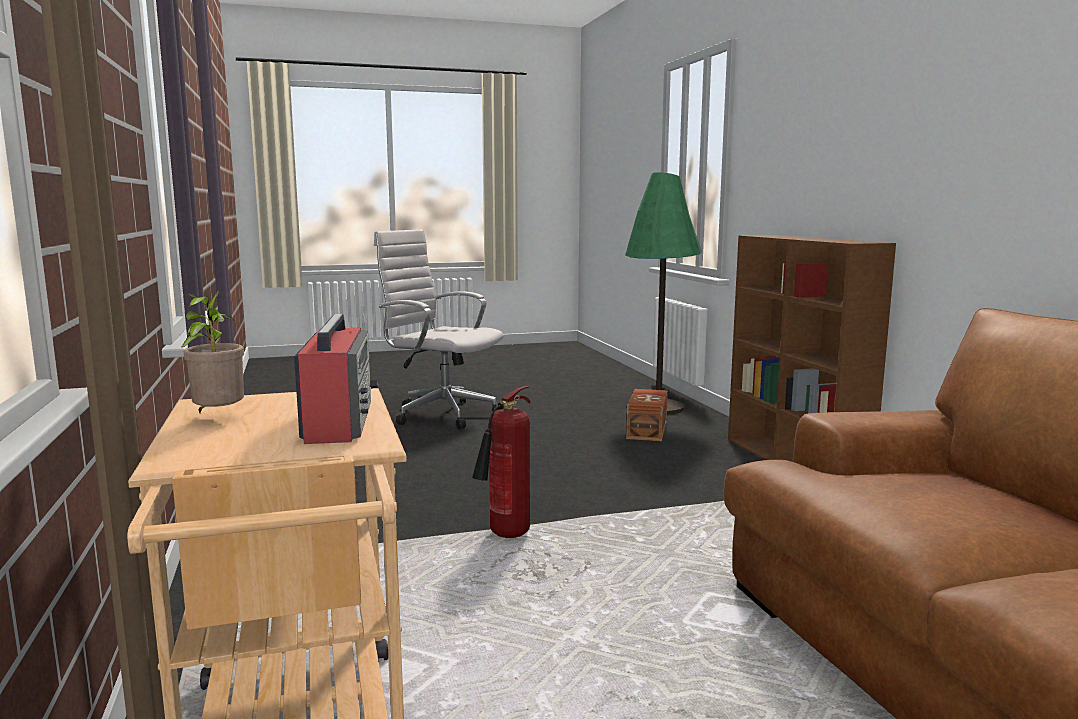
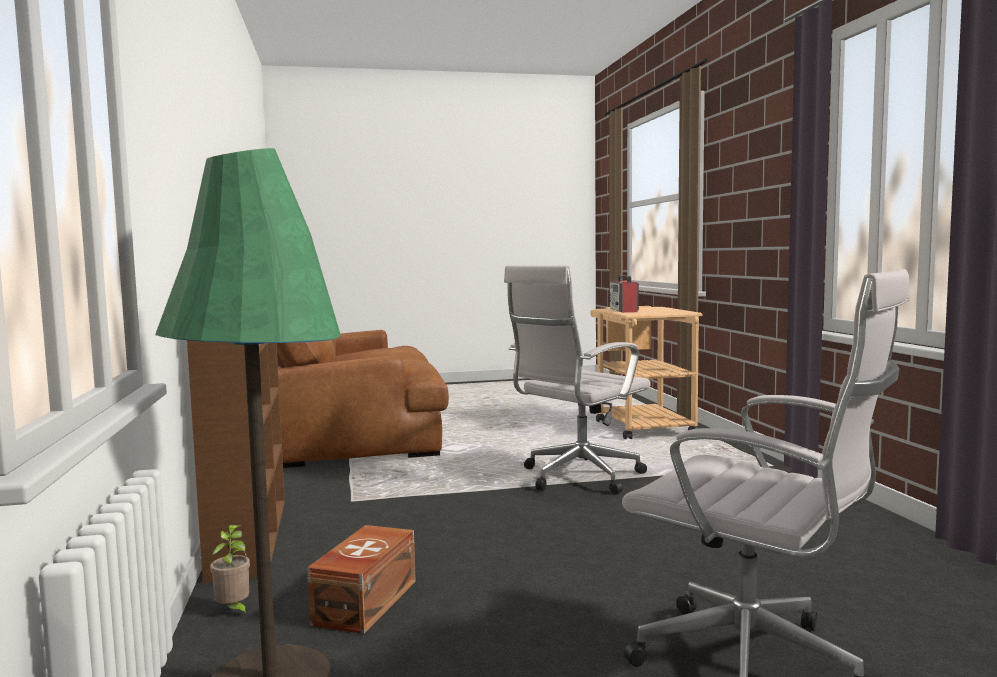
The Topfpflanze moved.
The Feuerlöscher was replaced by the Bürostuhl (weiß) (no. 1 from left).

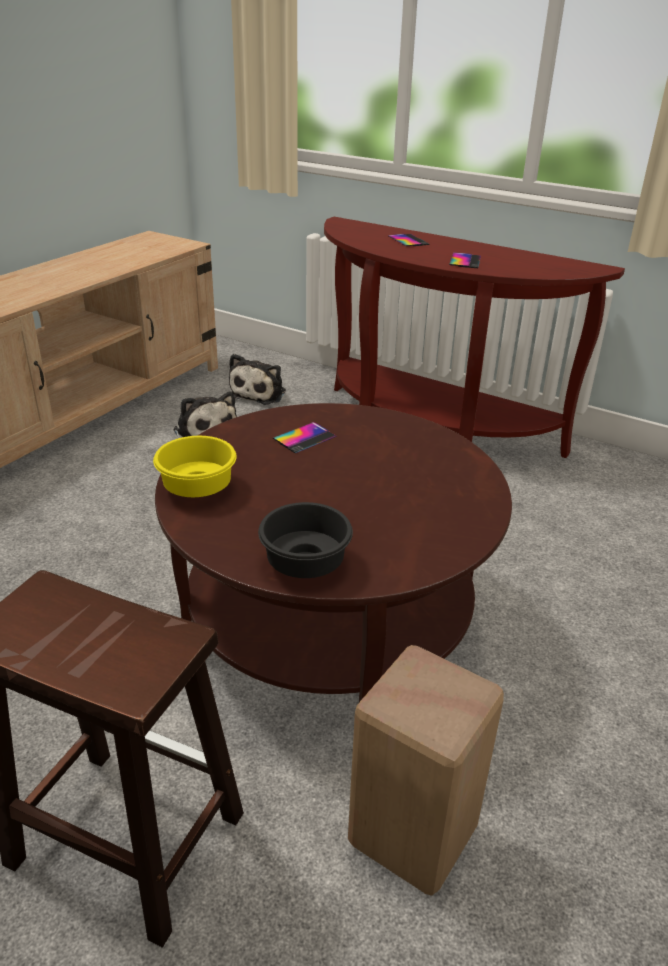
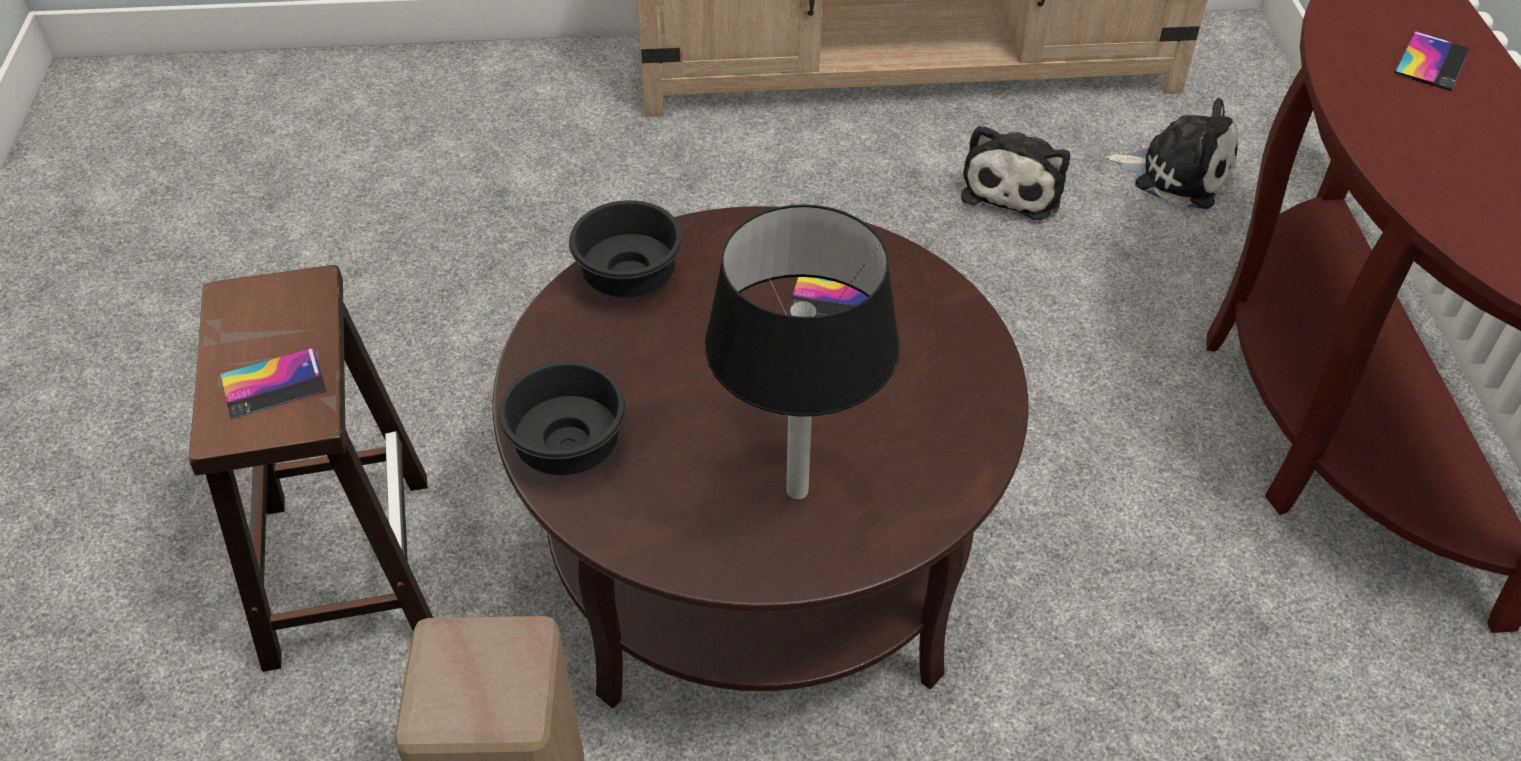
The Handy (no. 3 from left in the first image) moved.
The Plüschtier (no. 2 from left) turned 135 degrees counterclockwise.
The Schüssel (gelb) became the Schüssel (schwarz) (no. 2 from left).
The Tischlampe (schwarz) appeared.

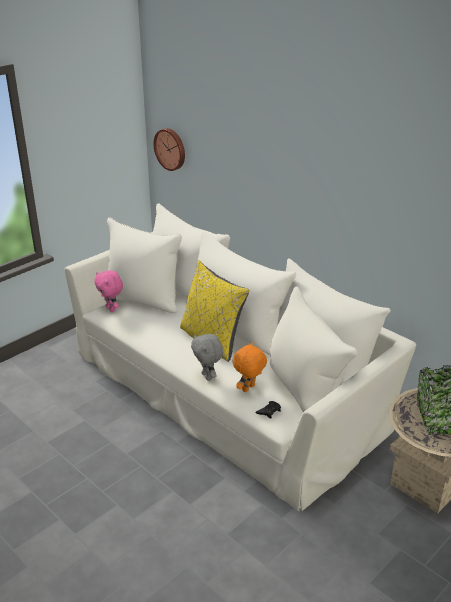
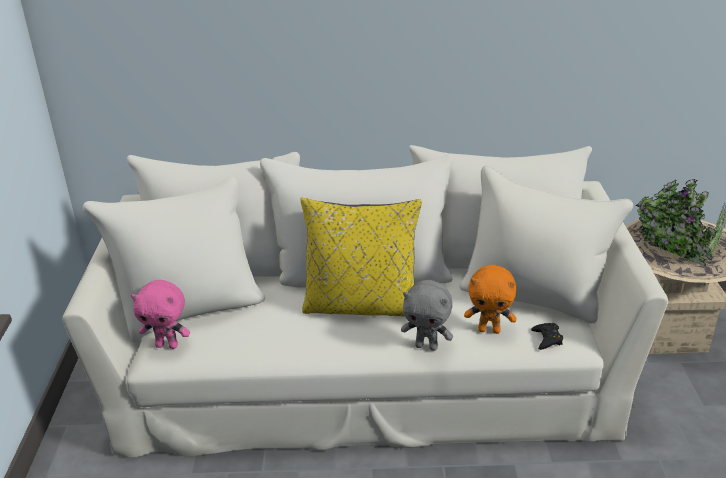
The Wanduhr disappeared.
The Plüschtier (orange) turned 75 degrees counterclockwise.

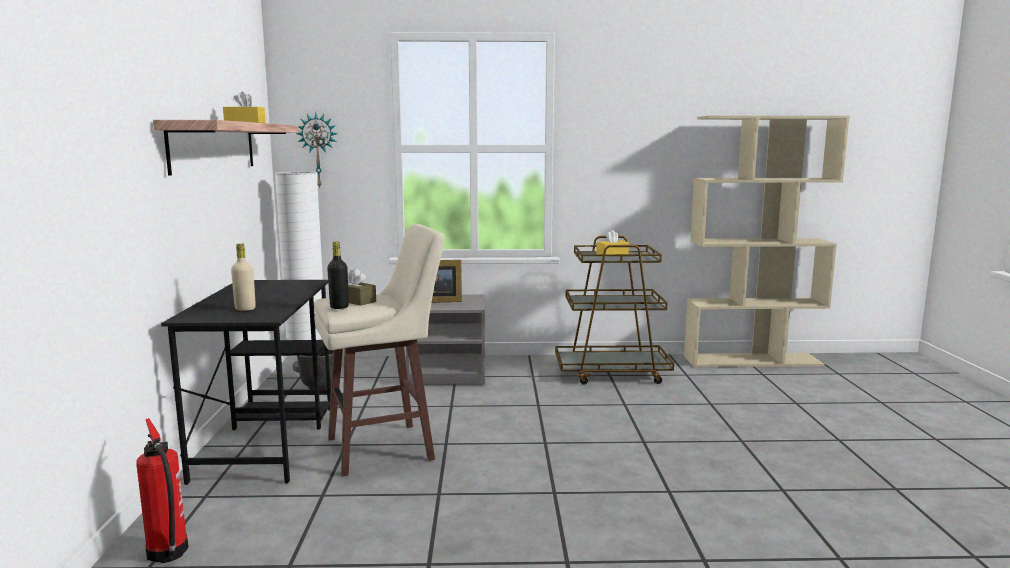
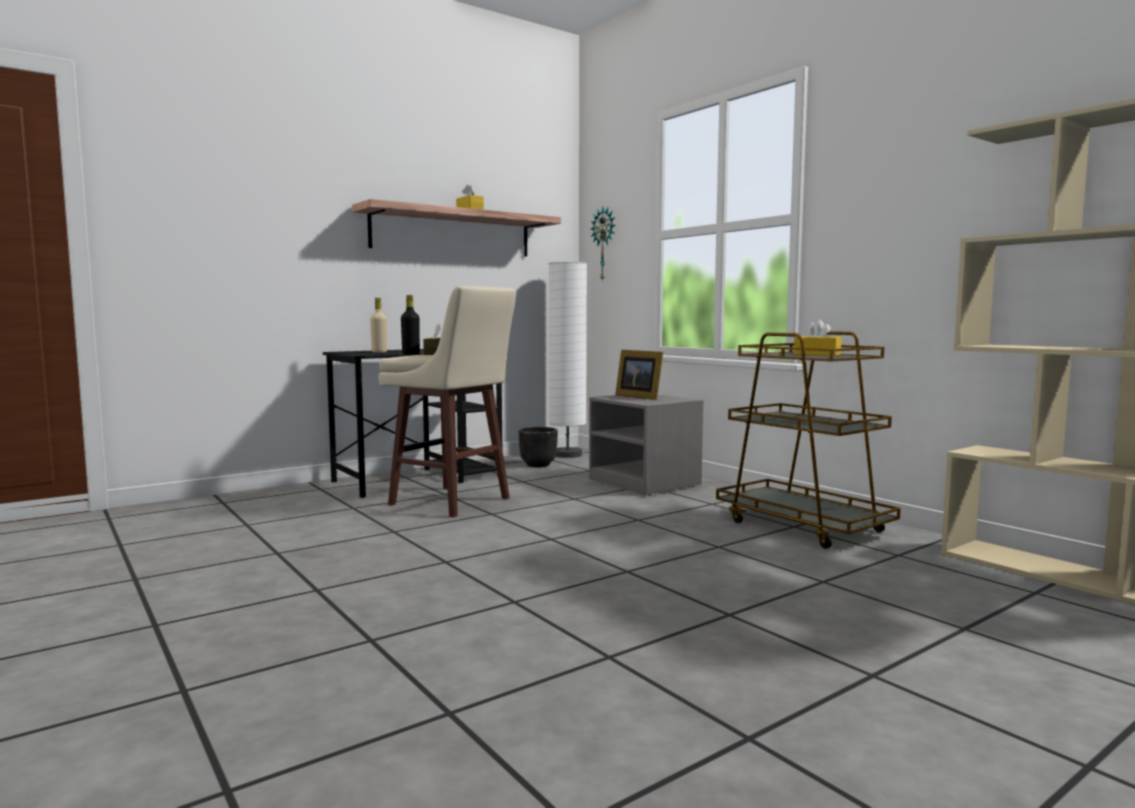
The Feuerlöscher disappeared.

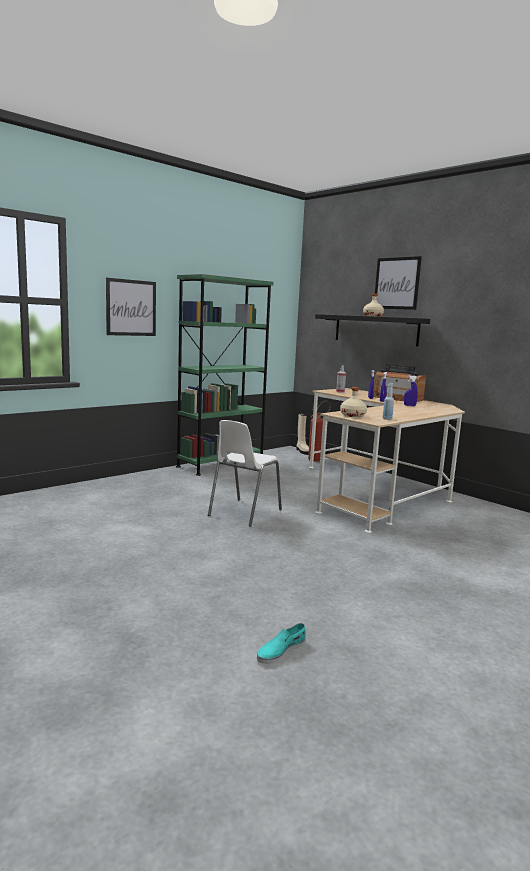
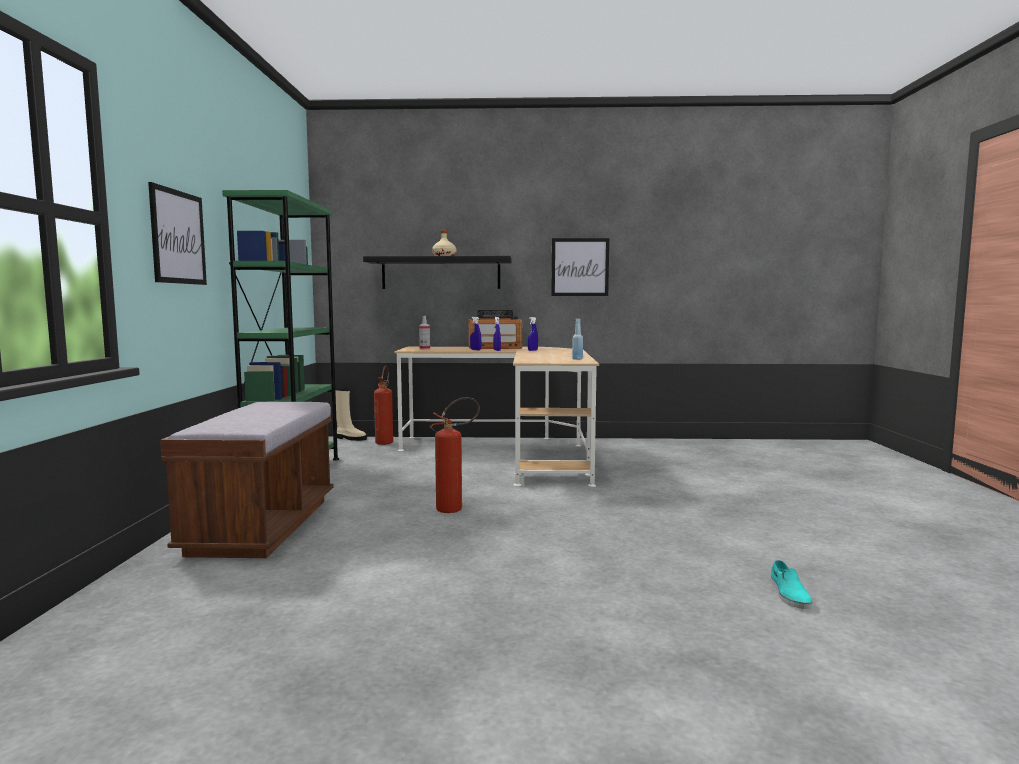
The Bild (no. 2 from left) moved.
The Flasche (beige) (no. 1 from left) disappeared.
The Stuhl (weiß) was replaced by the Feuerlöscher (no. 2 from left).
The Bank (braun) appeared.

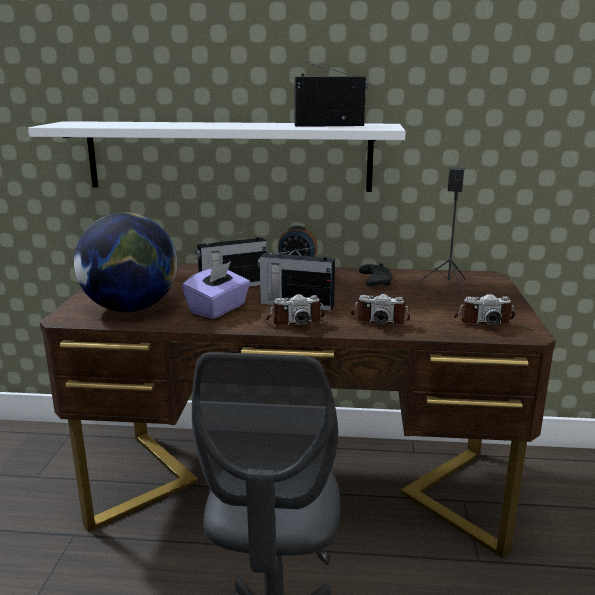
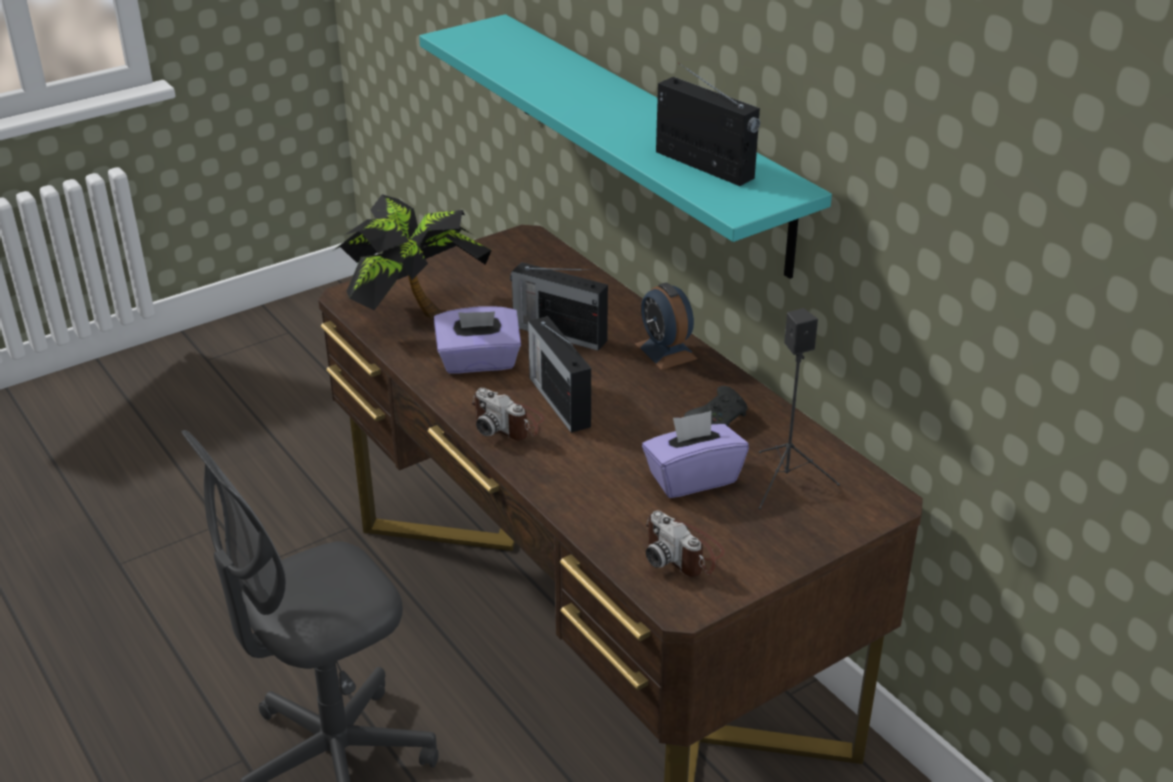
The Wandregal (weiß) became the Wandregal (türkis).
The Globus was replaced by the Topfpflanze.
The Kamera (no. 2 from left) disappeared.
The Taschentuchbox (lila) (no. 2 from left) appeared.

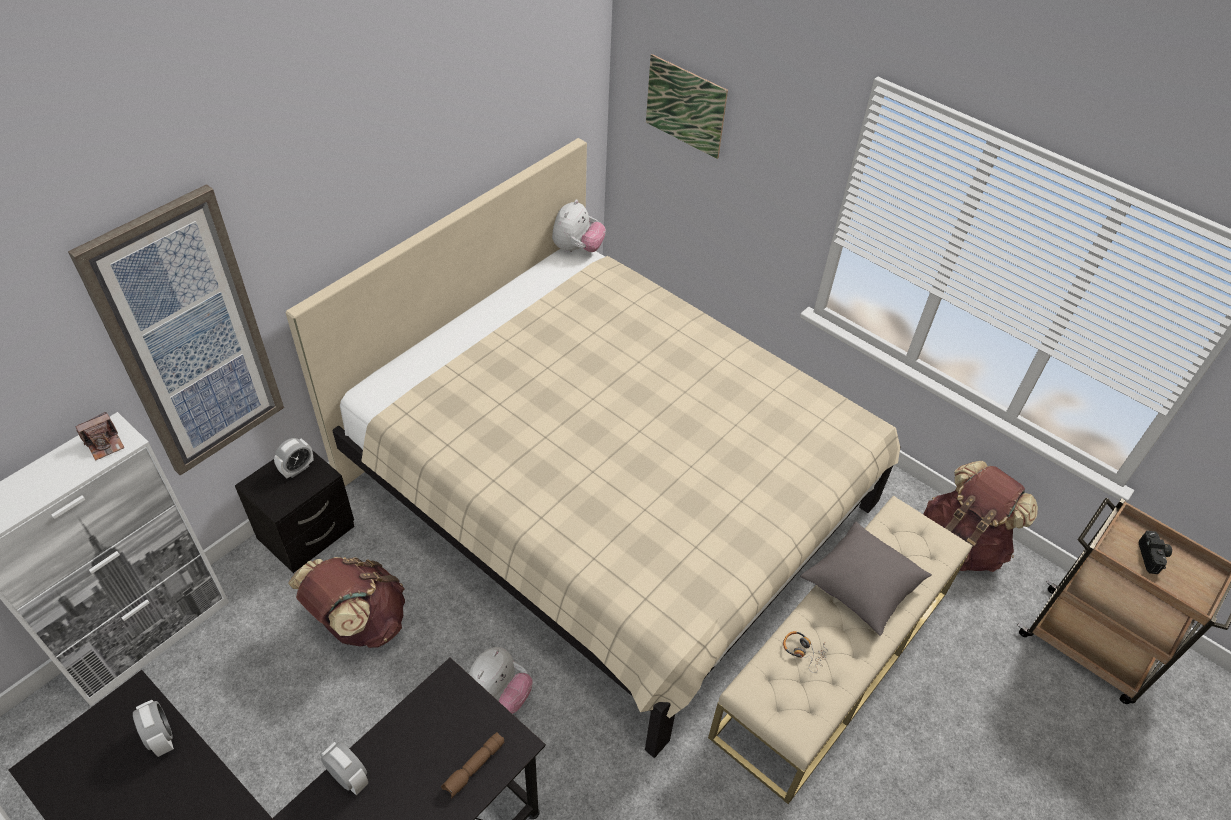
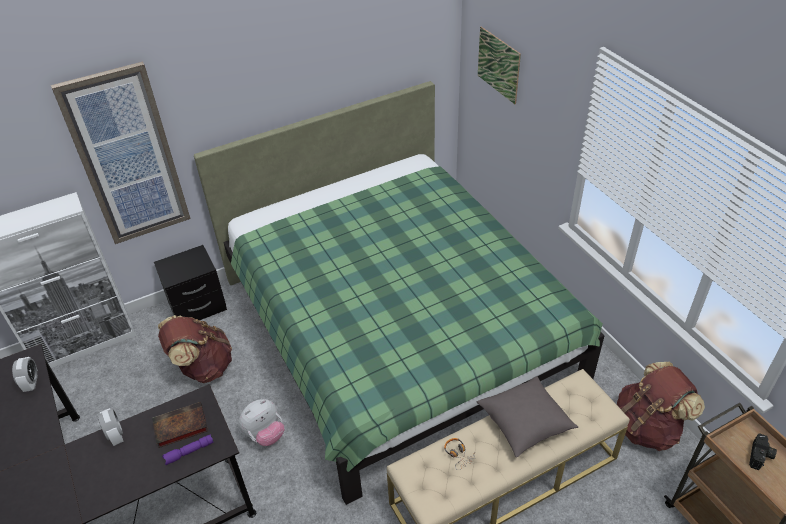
The Bett (beige) became the Bett (grün).
The Plüschtier (no. 2 from left) disappeared.
The Kamera (no. 1 from left) disappeared.
The Wecker (no. 2 from left) disappeared.
The Taschenlampe (braun) became the Taschenlampe (lila).
The Buch appeared.

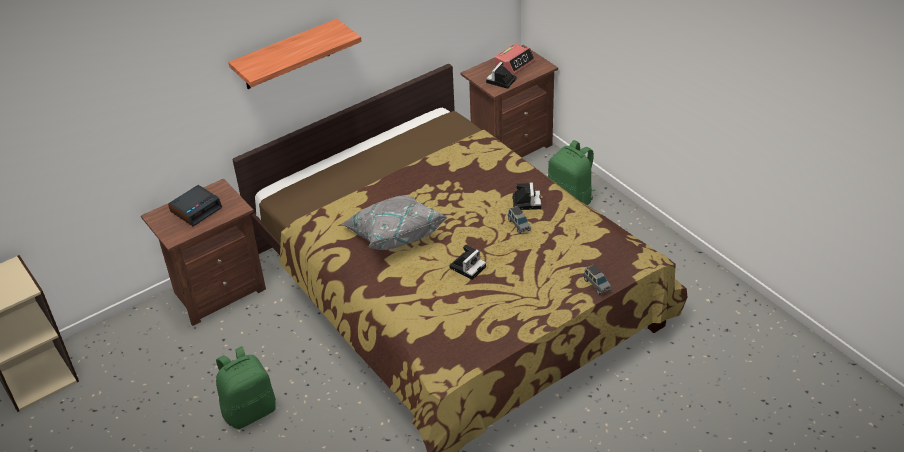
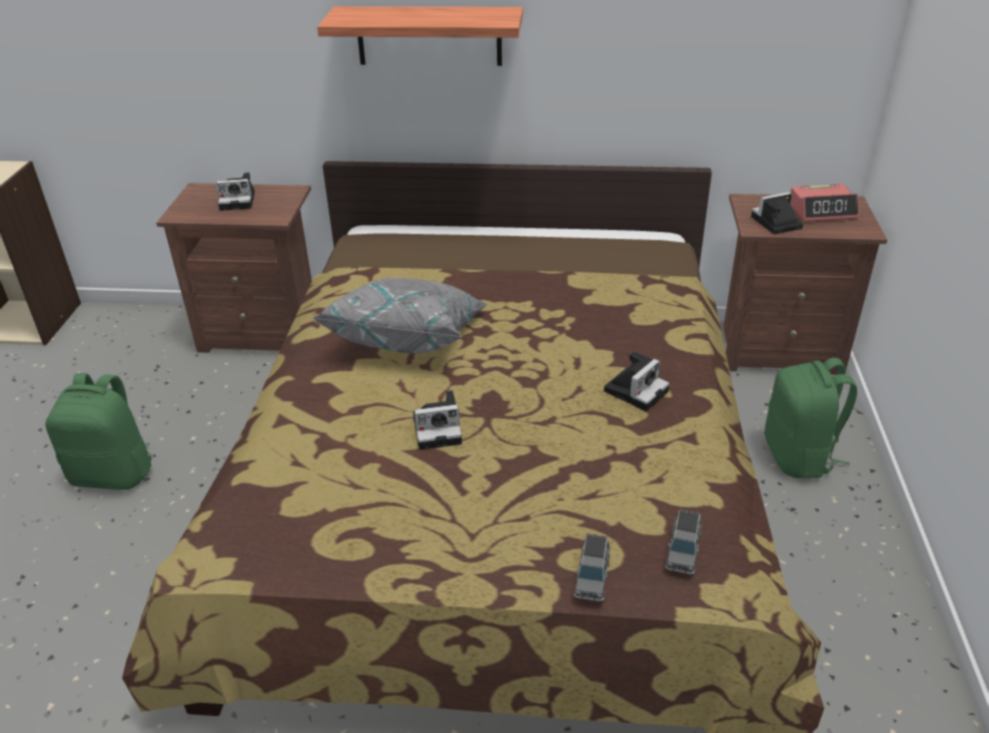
The Wecker (no. 1 from left) was replaced by the Kamera (no. 1 from left).
The Spielzeugauto (grau) (no. 1 from left in the first image) moved.

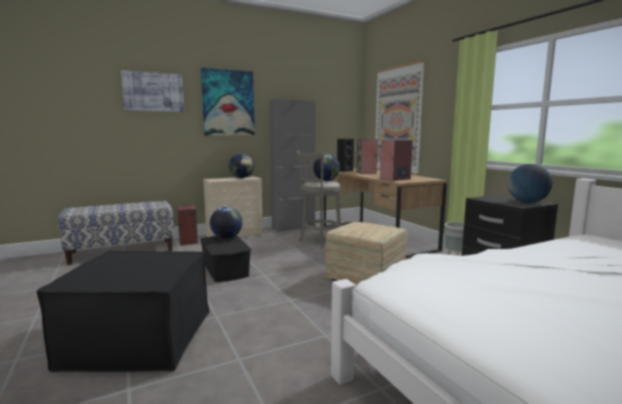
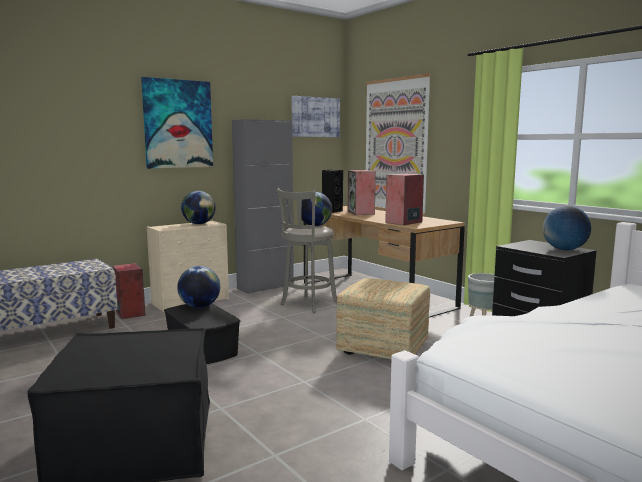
The Bild (no. 1 from left in the first image) moved.

